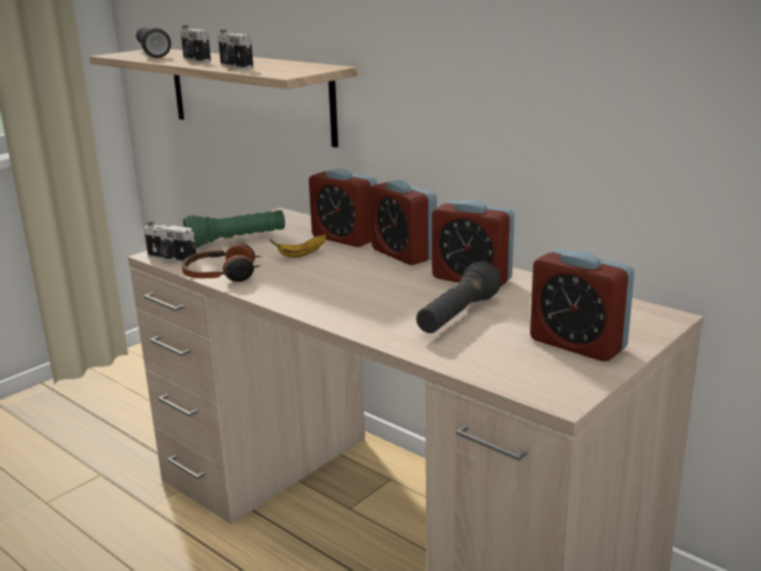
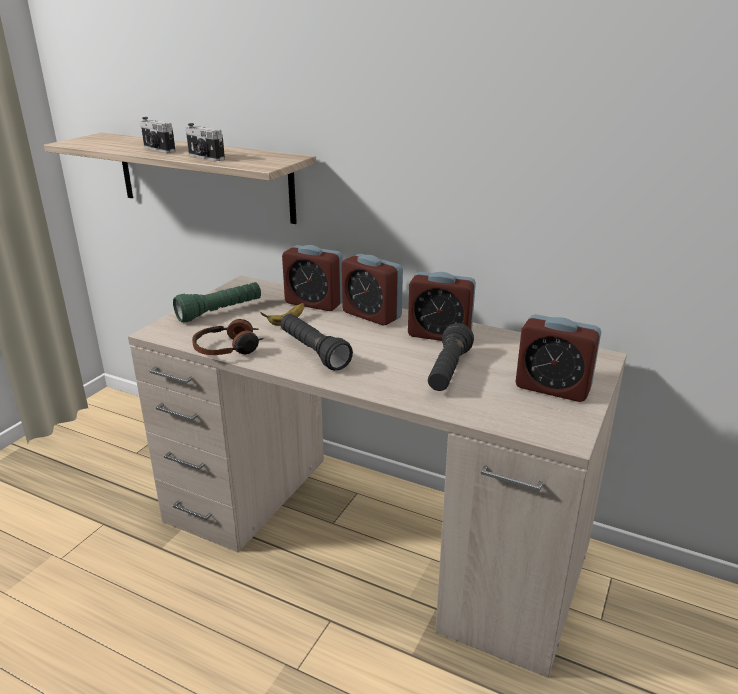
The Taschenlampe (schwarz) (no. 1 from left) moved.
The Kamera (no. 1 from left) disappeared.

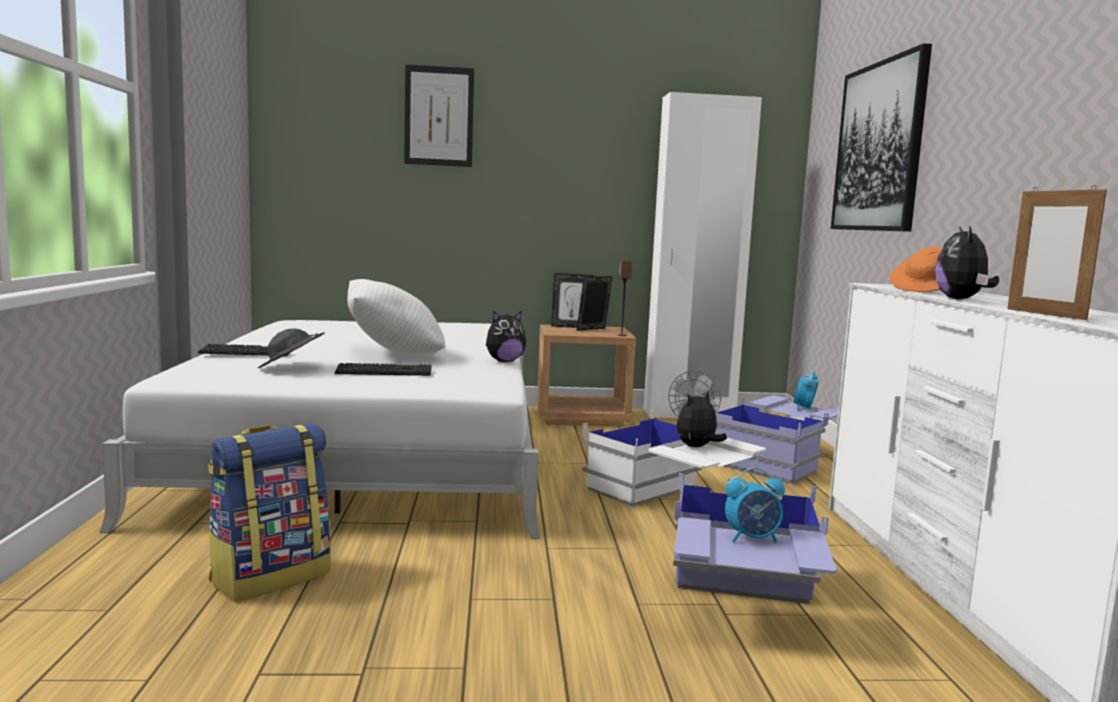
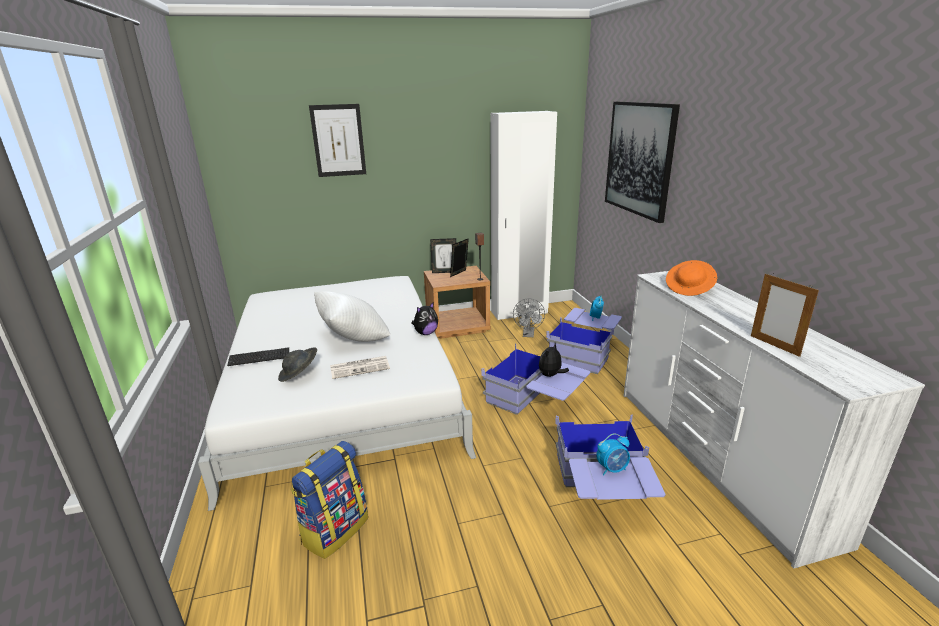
The Plüschtier (no. 3 from left) disappeared.
The Tastatur (no. 2 from left) was replaced by the Zeitung.
The Aufbewahrungsbox (weiß) became the Aufbewahrungsbox (blau) (no. 1 from left).

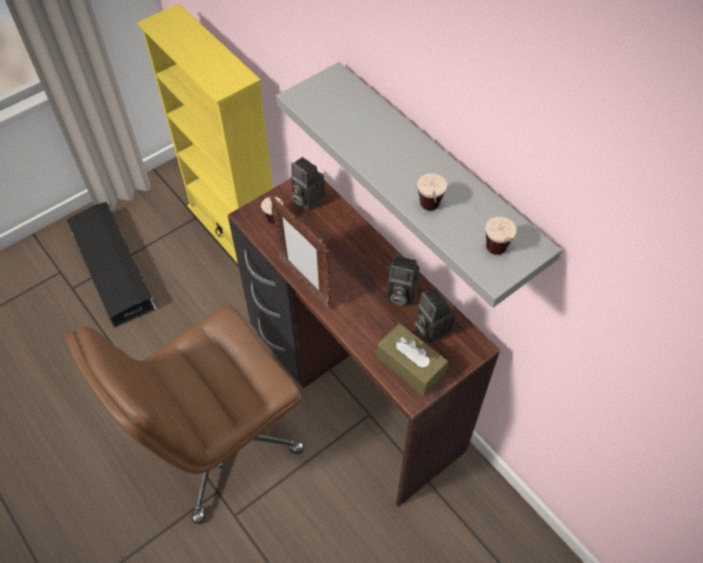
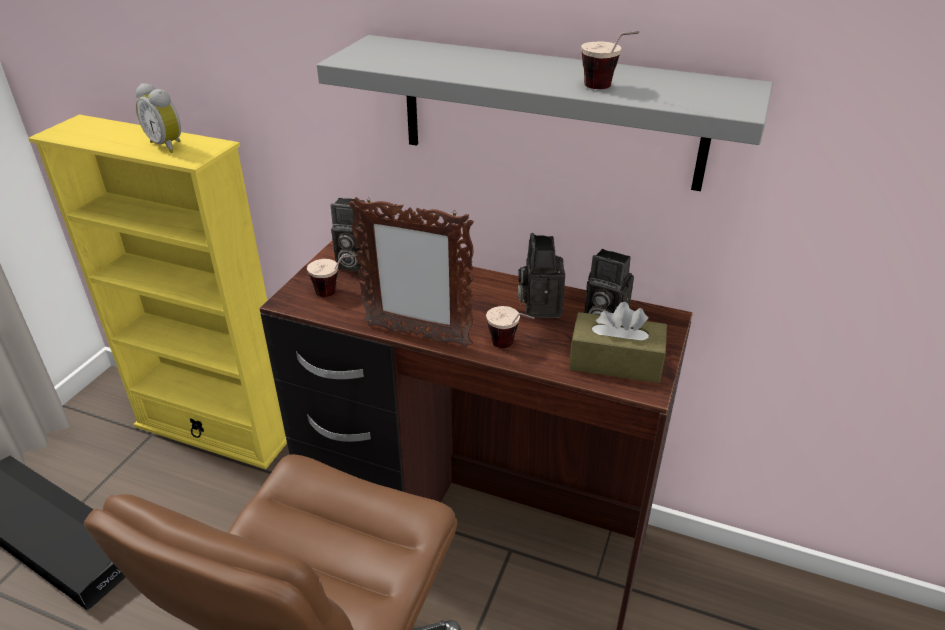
The Tasse (no. 3 from left in the first image) moved.
The Kamera (no. 2 from left) turned 105 degrees clockwise.
The Wecker appeared.

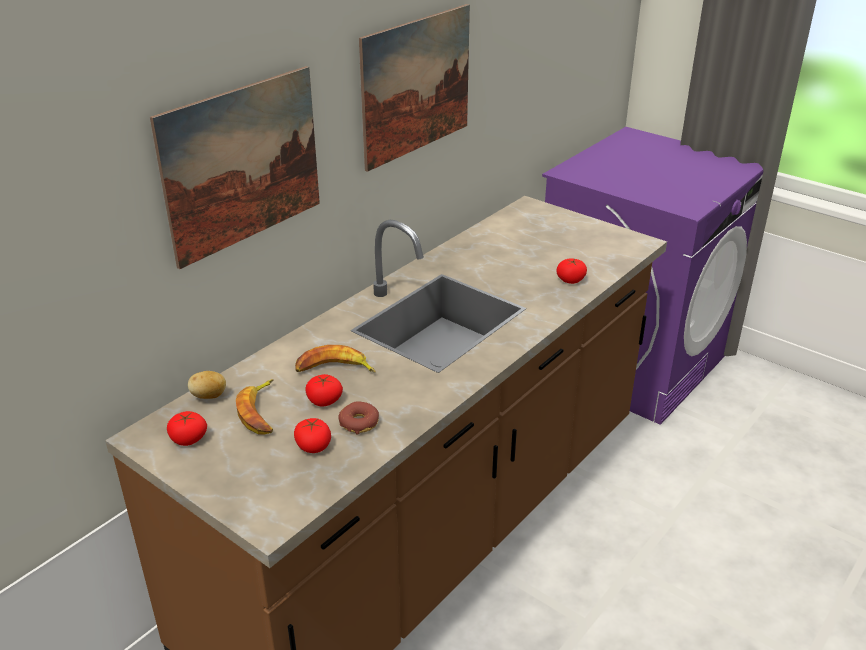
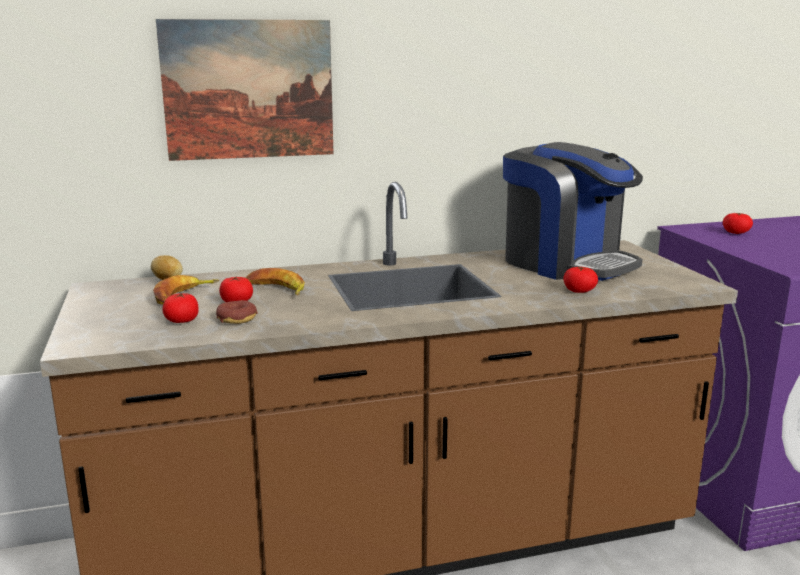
The Bild (no. 2 from left) disappeared.
The Tomate (no. 1 from left in the first image) moved.
The Kaffeemaschine appeared.

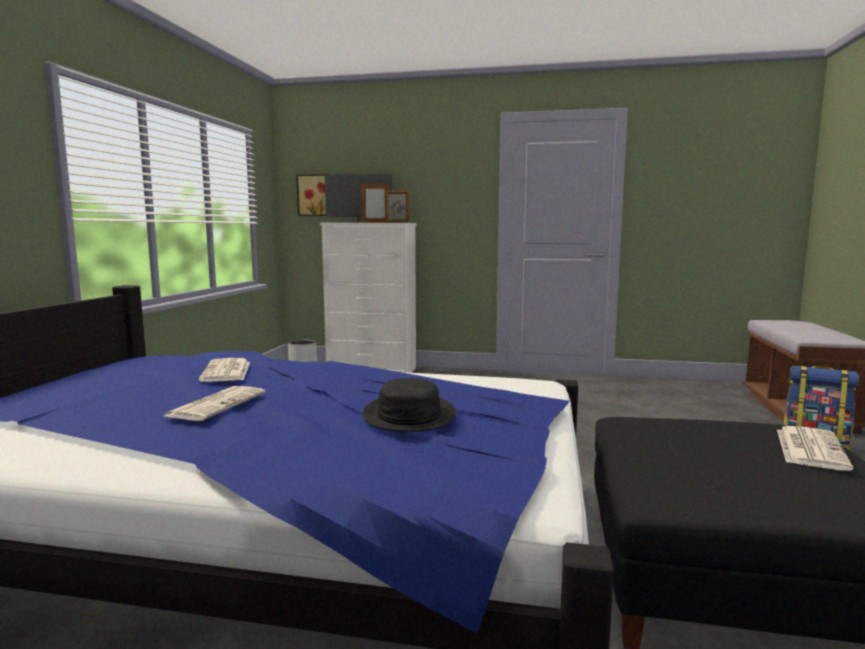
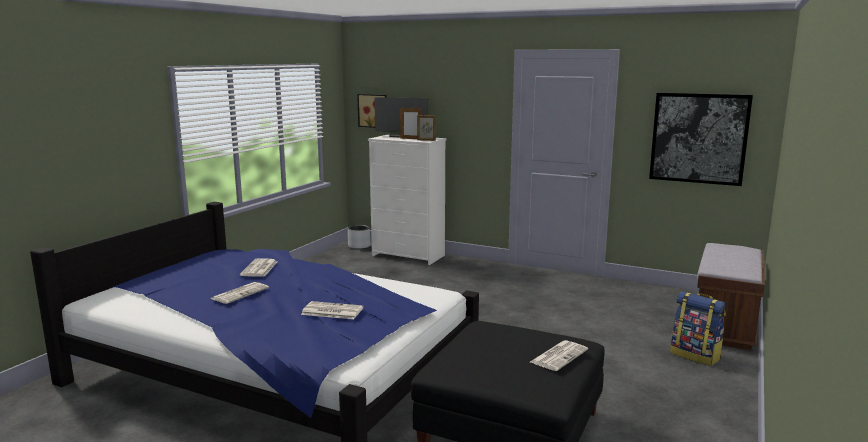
The Hut (schwarz) was replaced by the Zeitung (no. 3 from left).
The Bild (no. 2 from left) appeared.

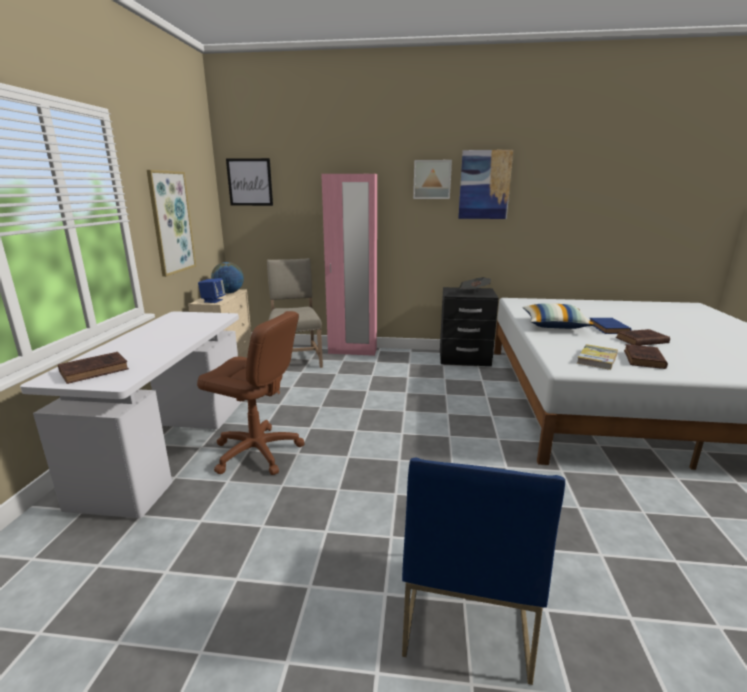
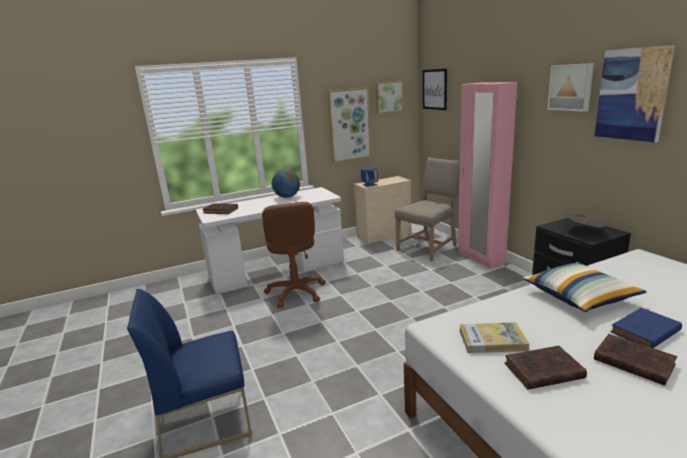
The Globus moved.
The Bild (no. 2 from left) appeared.

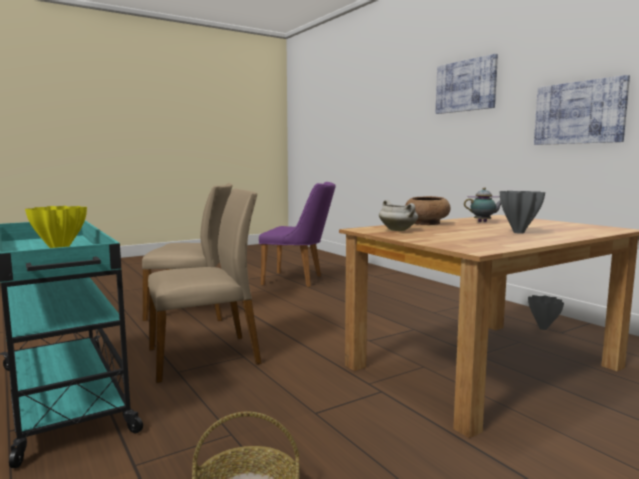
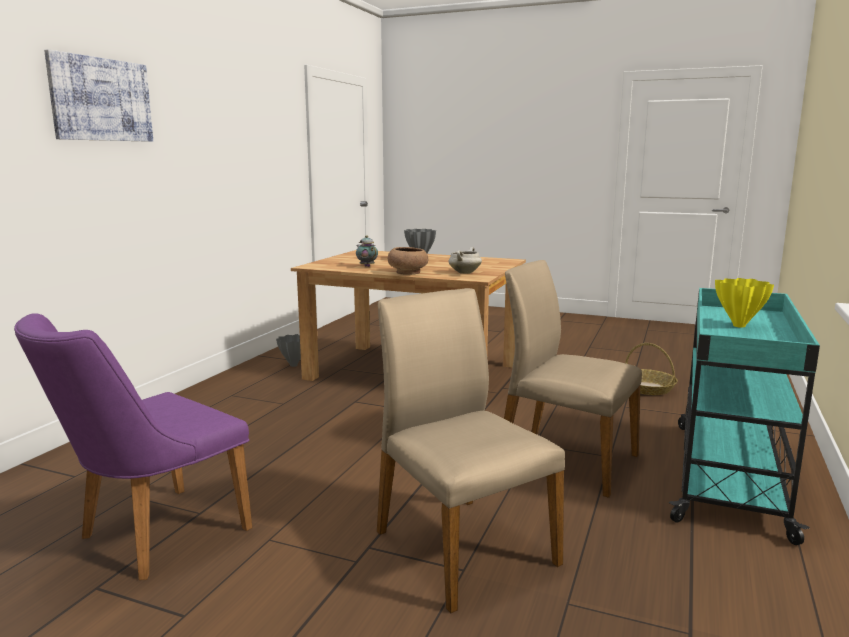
The Bild (no. 2 from left) disappeared.
The Stuhl (lila) turned 120 degrees counterclockwise.

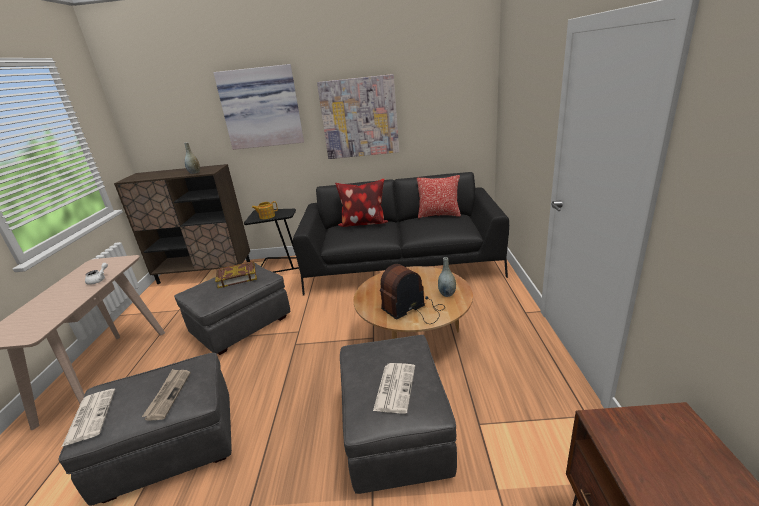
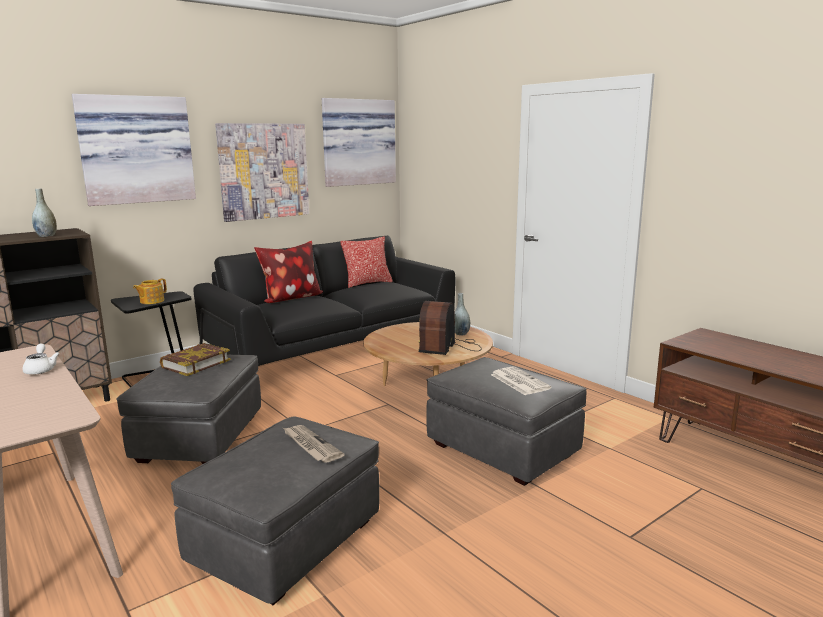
The Zeitung (no. 1 from left) disappeared.
The Bild (no. 3 from left) appeared.

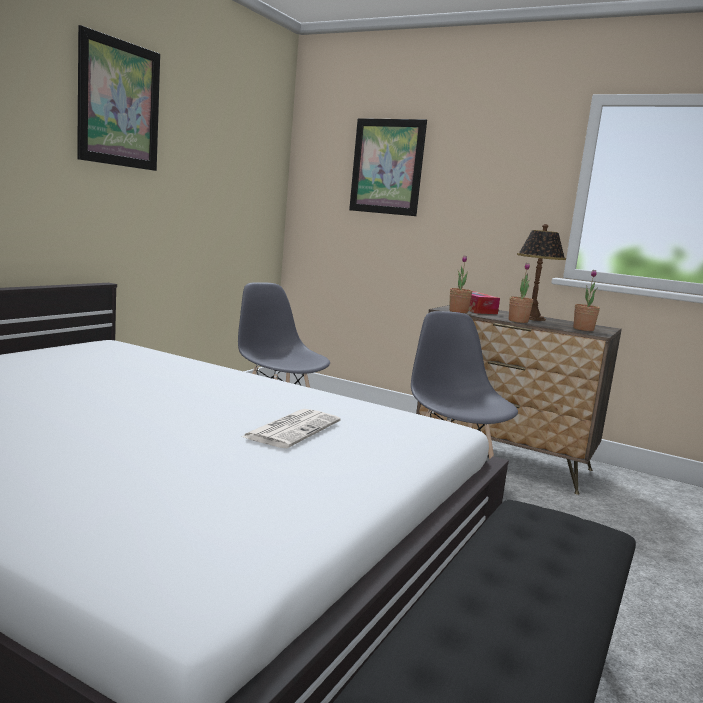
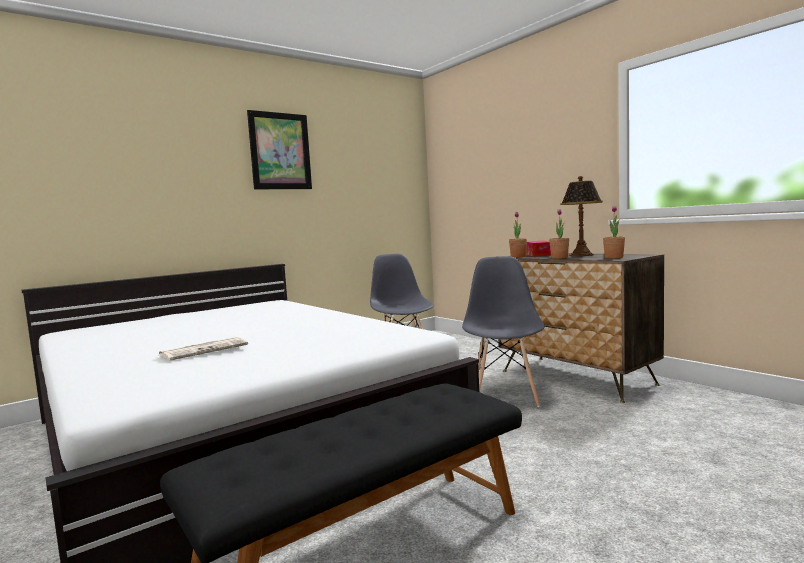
The Bild (no. 2 from left) disappeared.
The Zeitung moved.

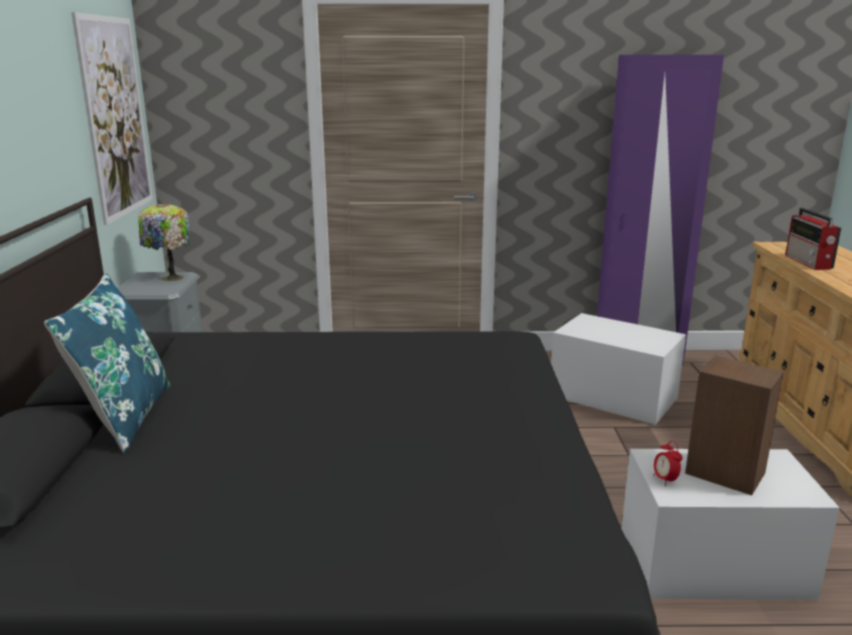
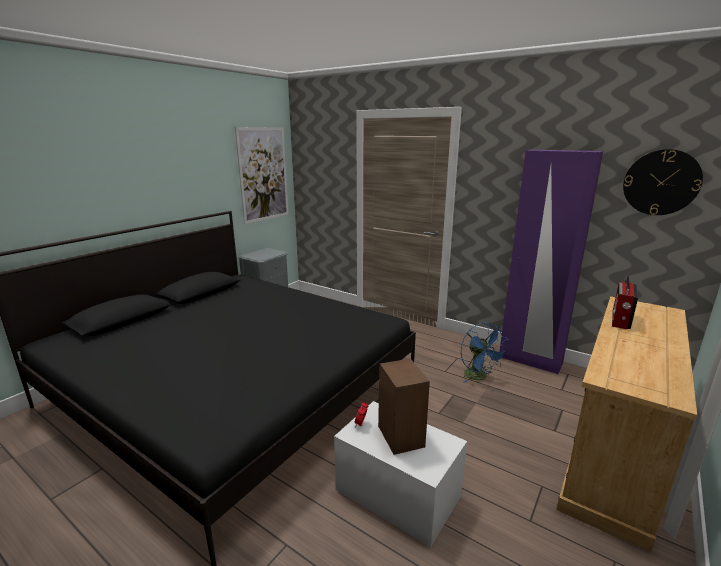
The Tischlampe disappeared.
The Kissen (blau) disappeared.
The Aufbewahrungsbox (weiß) (no. 1 from left) was replaced by the Ventilator (blau).
The Wanduhr appeared.

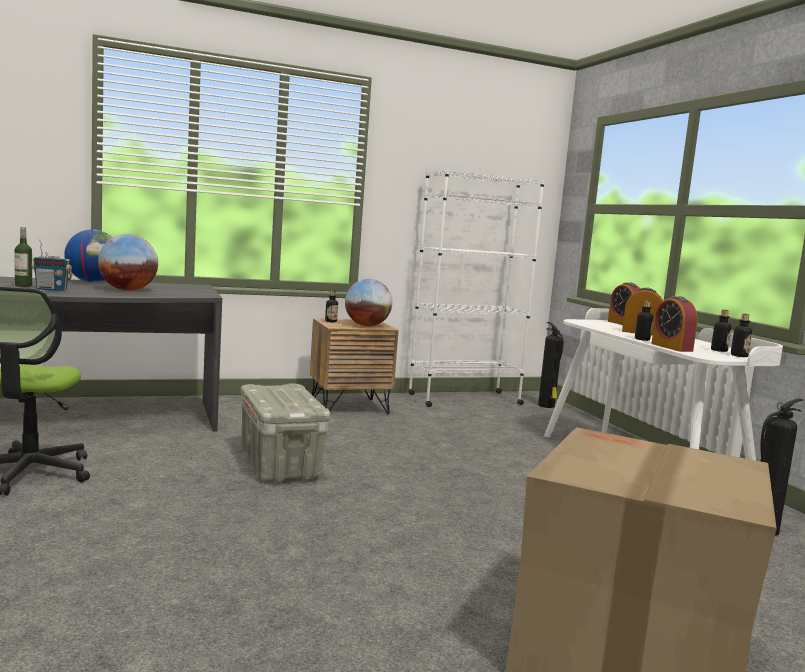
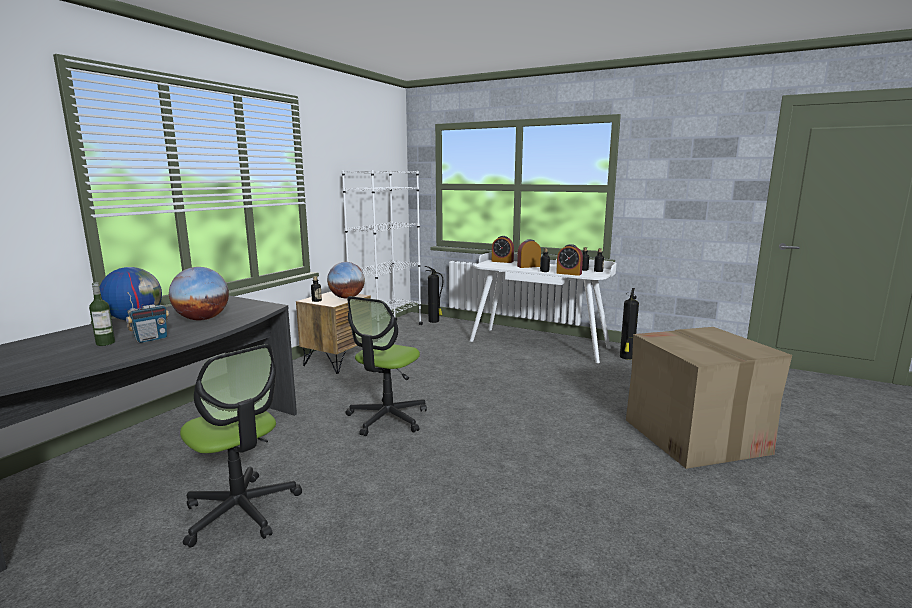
The Aufbewahrungsbox (grau) was replaced by the Bürostuhl (no. 2 from left).

